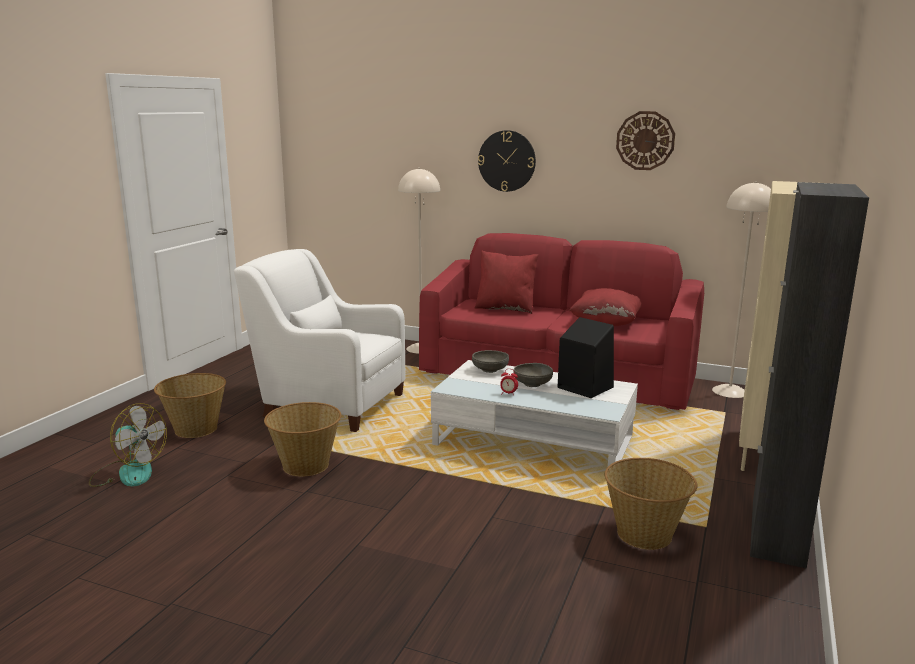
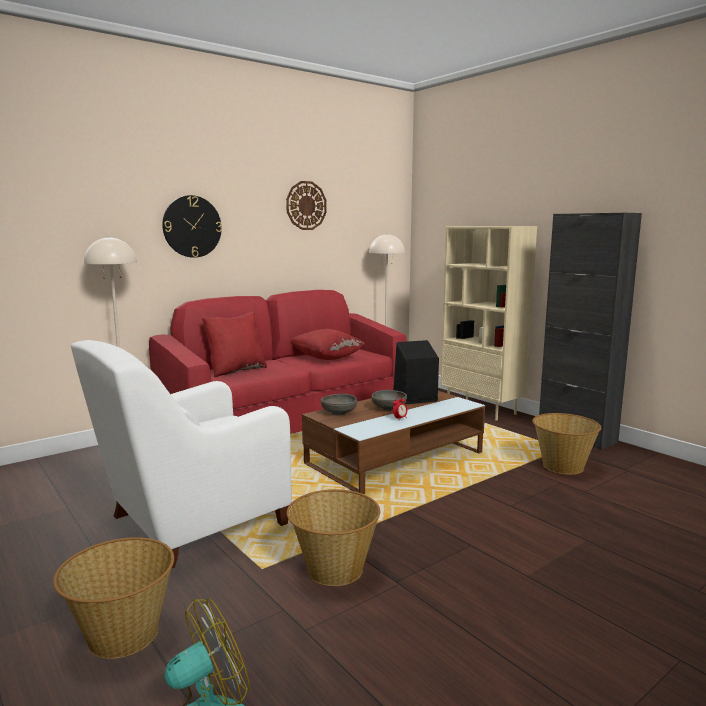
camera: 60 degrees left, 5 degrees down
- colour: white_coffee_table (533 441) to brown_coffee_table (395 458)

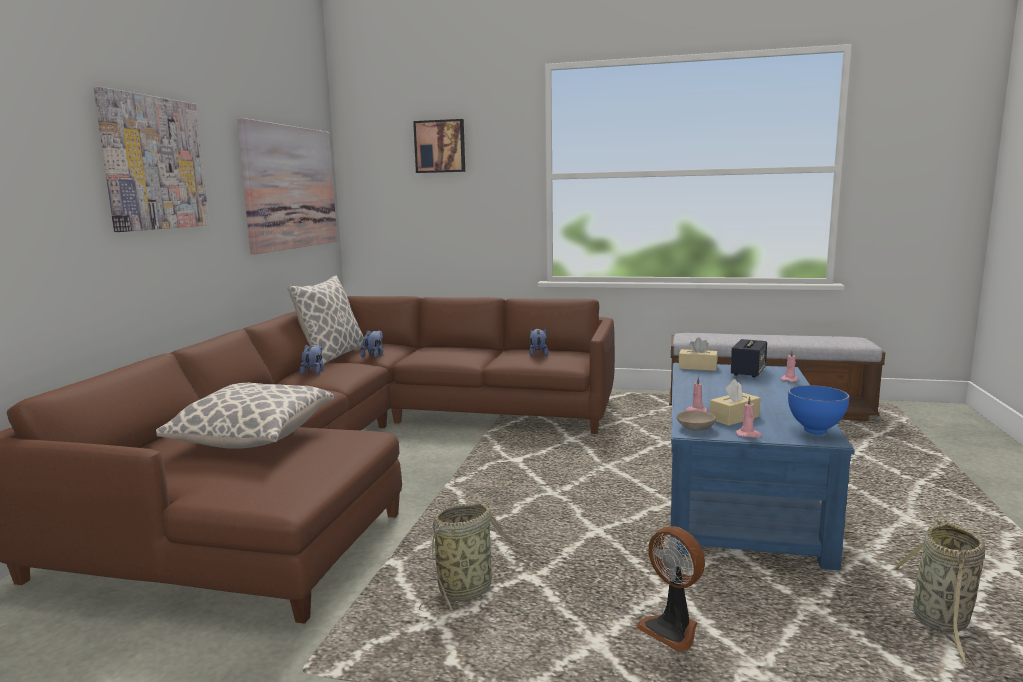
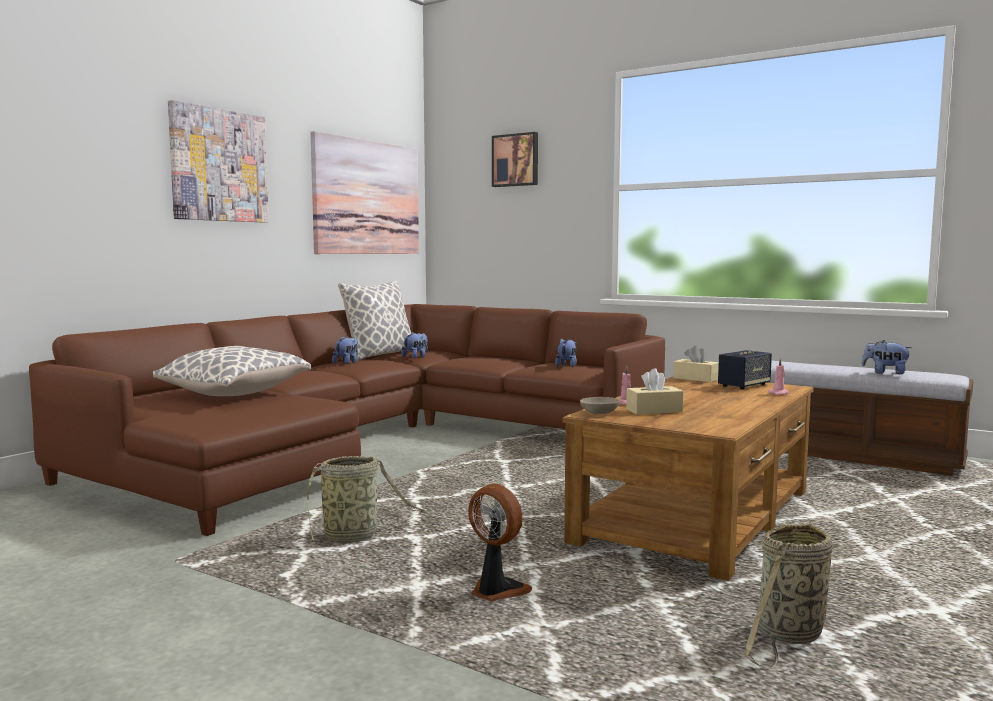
camera: 20 degrees right, 5 degrees down
- colour: blue_coffee_table (740 498) to brown_coffee_table (698 516)
- missing: blue_bowl (816 432)
- missing: pink_candle (748 435)
- spun: fan (672 630) = (496 591) 150 degrees clockwise
- appeared: plush_toy (885 373)

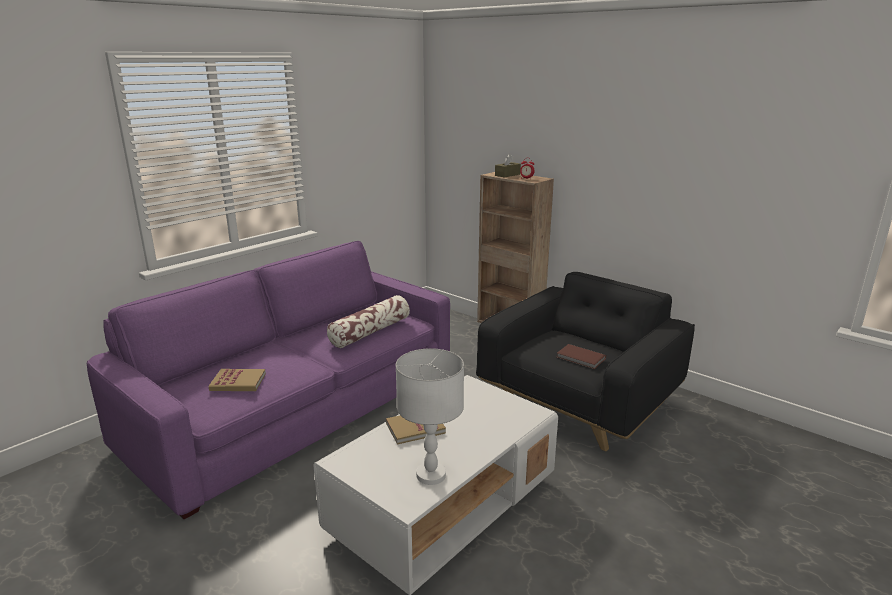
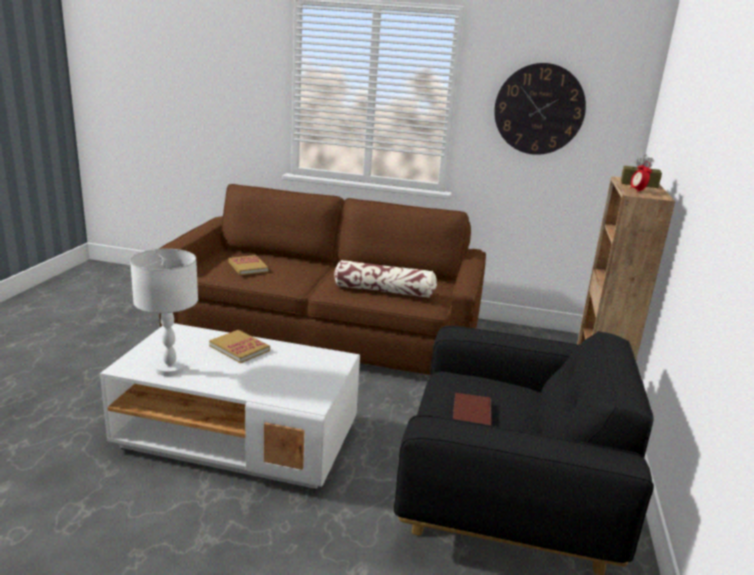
camera: 60 degrees right, 0 degrees up
- colour: purple_sofa (296 409) to brown_sofa (326 332)
- appeared: wall_clock (539 109)

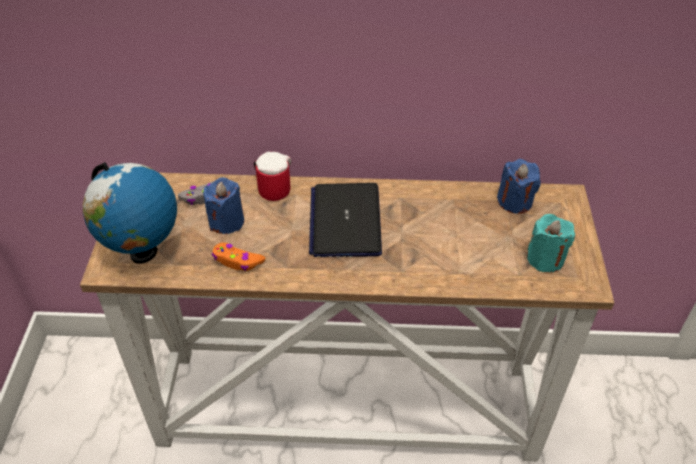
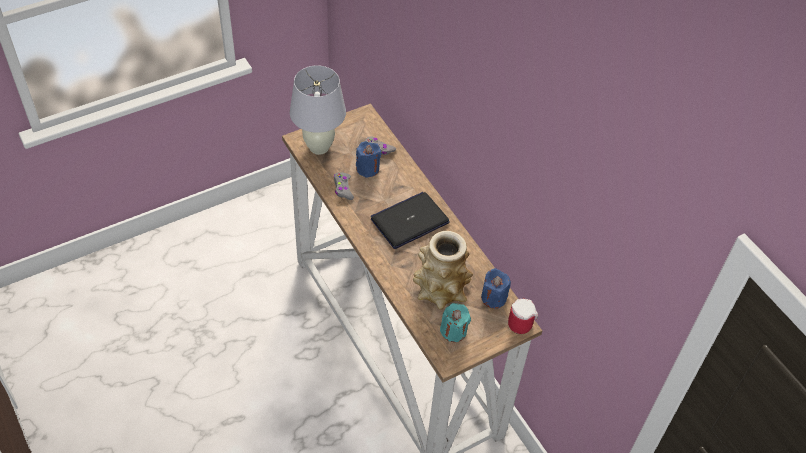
camera: 55 degrees right, 5 degrees up
- relocated: mug (272 188) to (521 321)
- exchanged: globe (143 253) to white_table_lamp (319 147)
- colour: orange_game_controller (237 261) to grey_game_controller (343 188)
- appeared: vase (440 289)

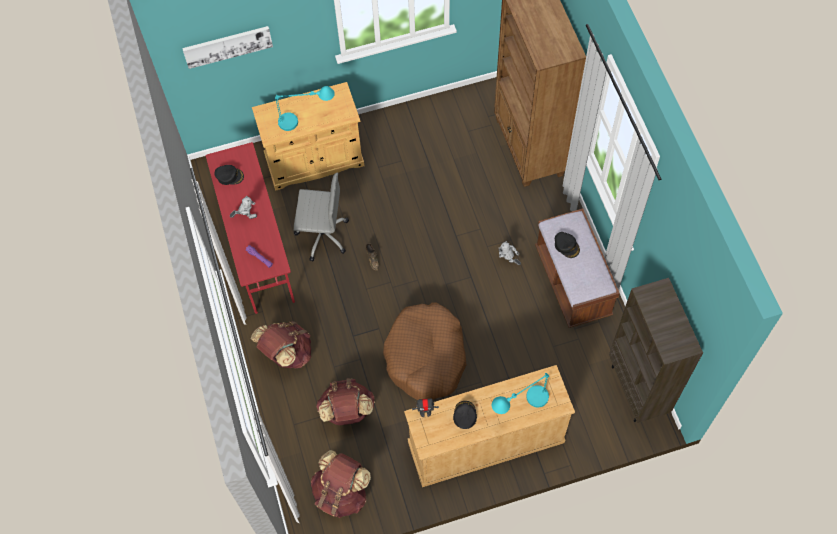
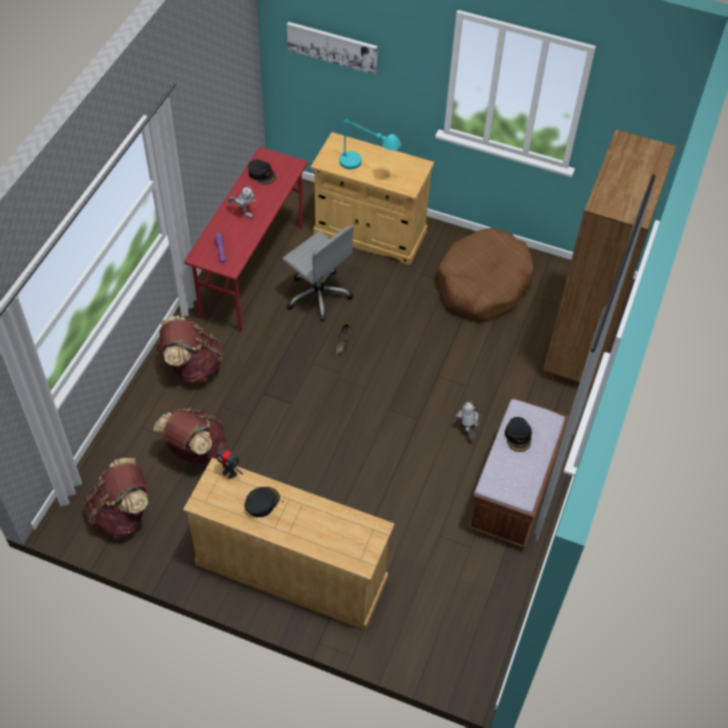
camera: 35 degrees right, 10 degrees down
- missing: brown_bookcase (637 390)
- relocated: brown_dog_bed (426 357) to (483 284)
- missing: turquoise_table_lamp (521 407)

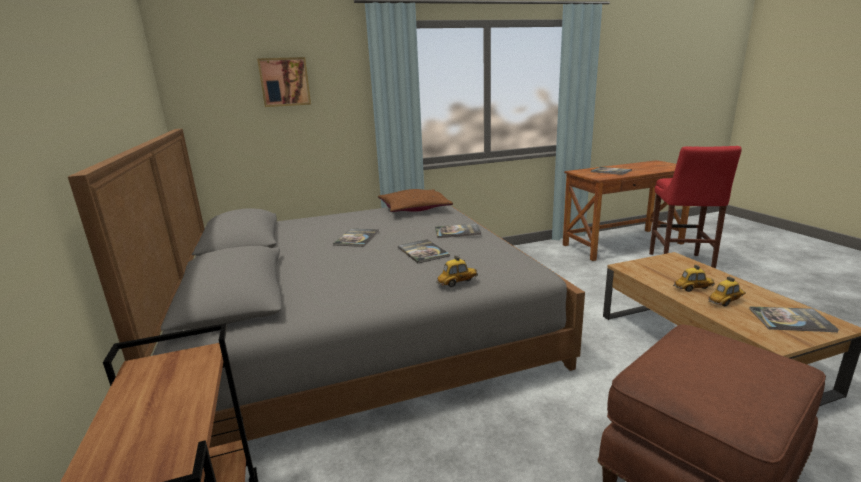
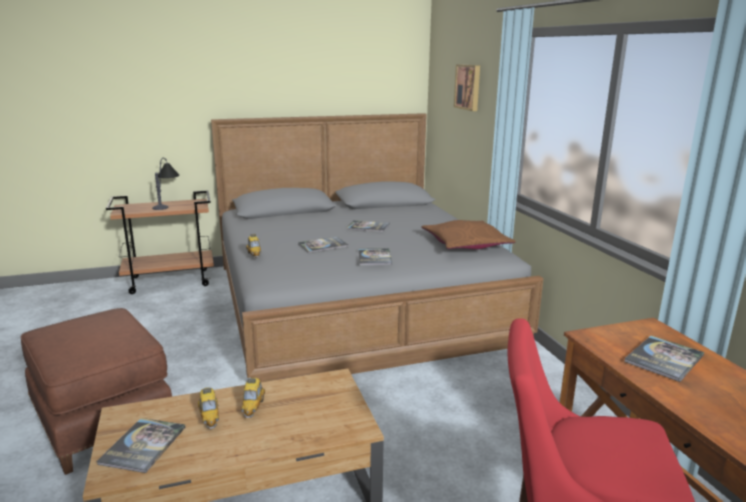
camera: 90 degrees right, 0 degrees up
- appeared: table_lamp (167 203)

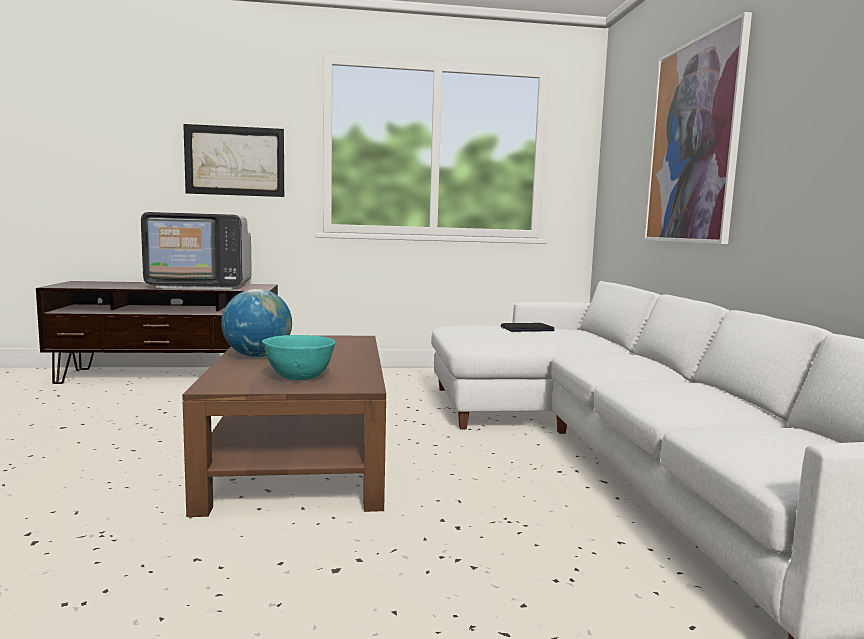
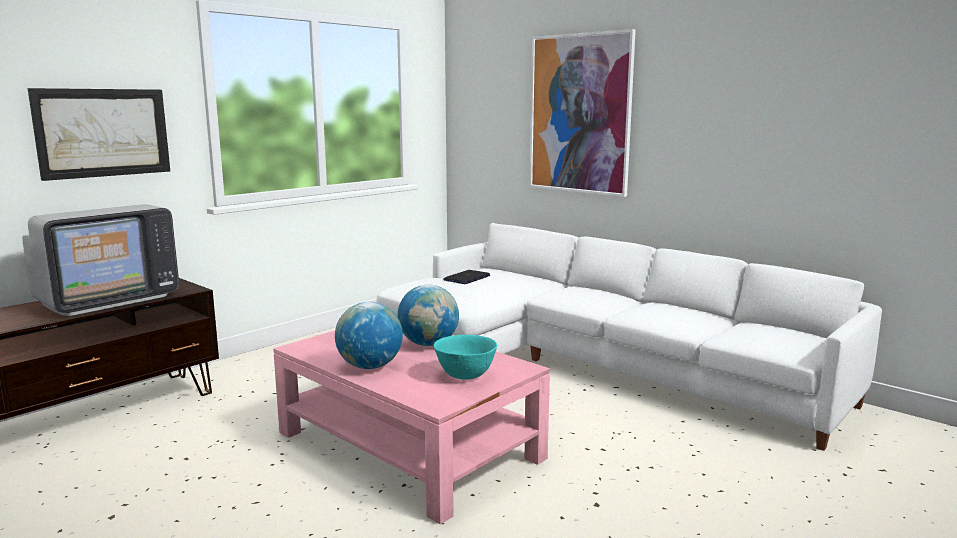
camera: 40 degrees left, 5 degrees up
- colour: brown_coffee_table (300 455) to pink_coffee_table (409 445)
- appeared: globe (428 344)

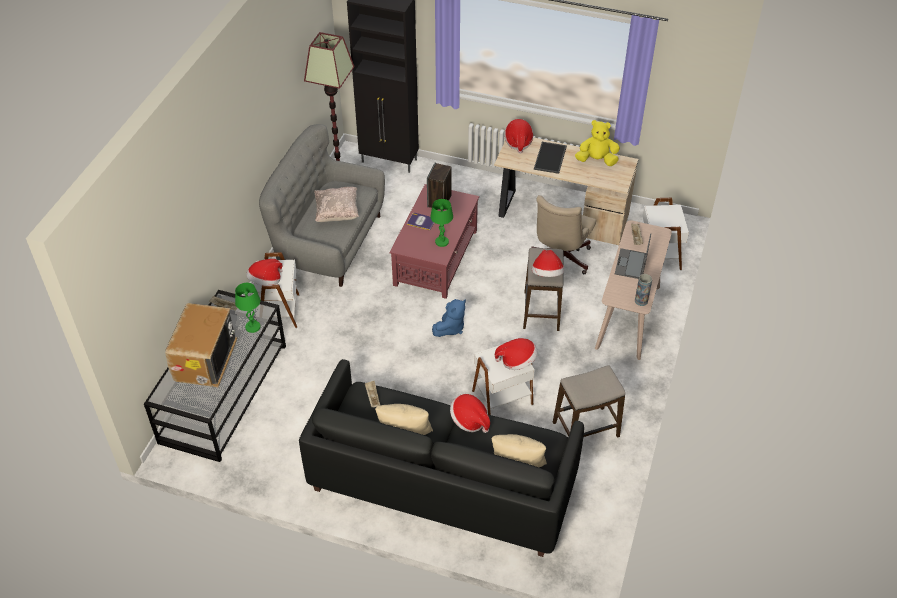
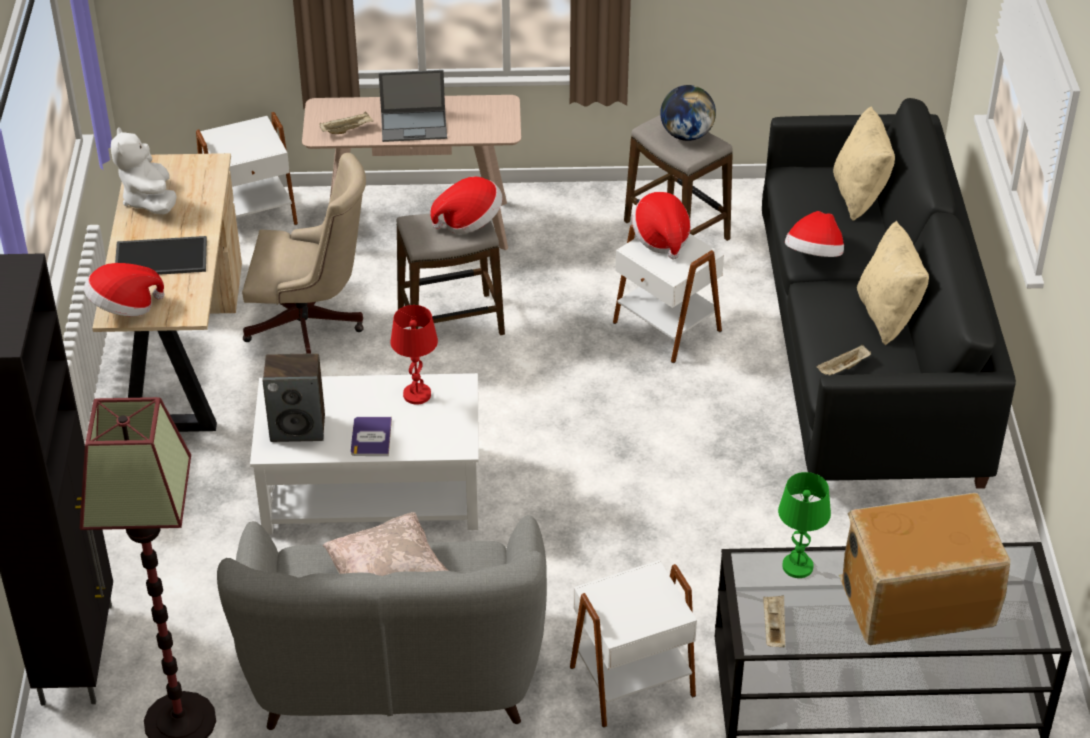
camera: 110 degrees left, 5 degrees down
- colour: yellow_plush_toy (596 160) to white_plush_toy (149 200)
- colour: red_coffee_table (436 257) to white_coffee_table (371 489)
- colour: green_table_lamp (442 242) to red_table_lamp (417 394)
- missing: hat (266 281)
- missing: vase (641 301)
- missing: blue_plush_toy (450 328)
- appeared: globe (686 135)

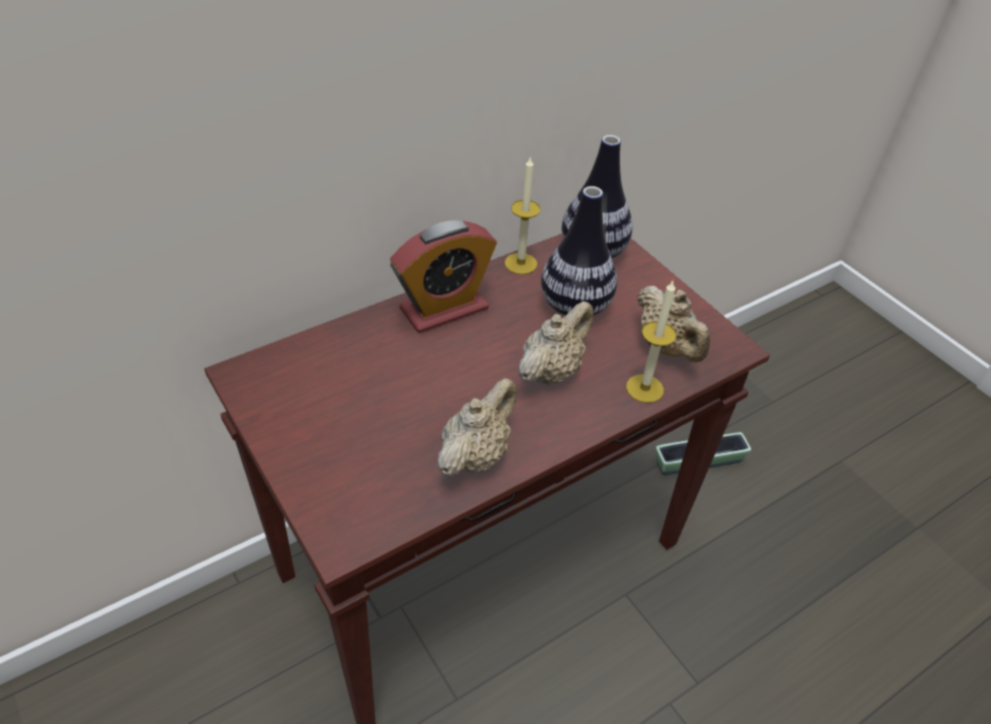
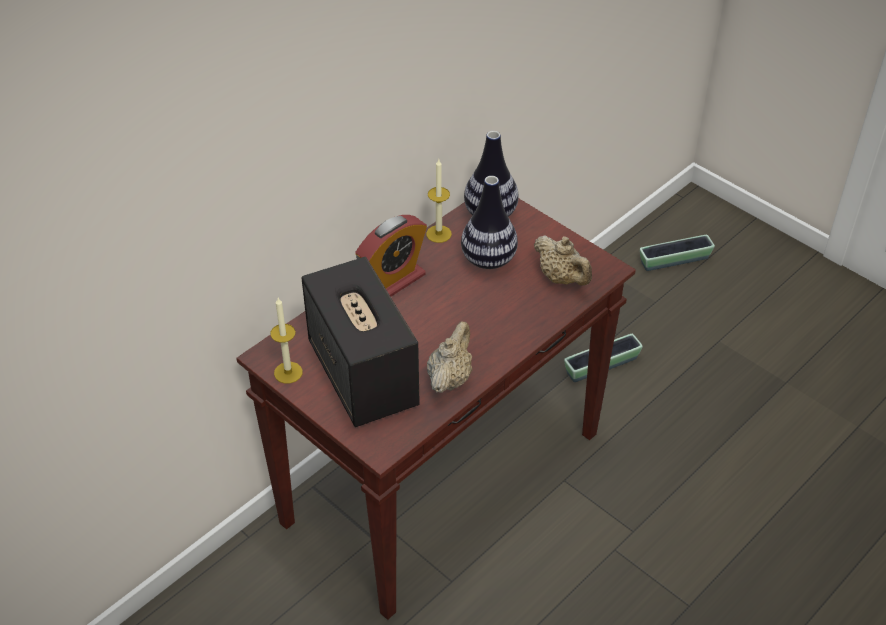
camera: 10 degrees left, 0 degrees up
- relocated: candle (644 388) to (288 372)
- missing: beige_teapot (551 371)
- appeared: planter (674 260)
- appeared: speaker (364 375)

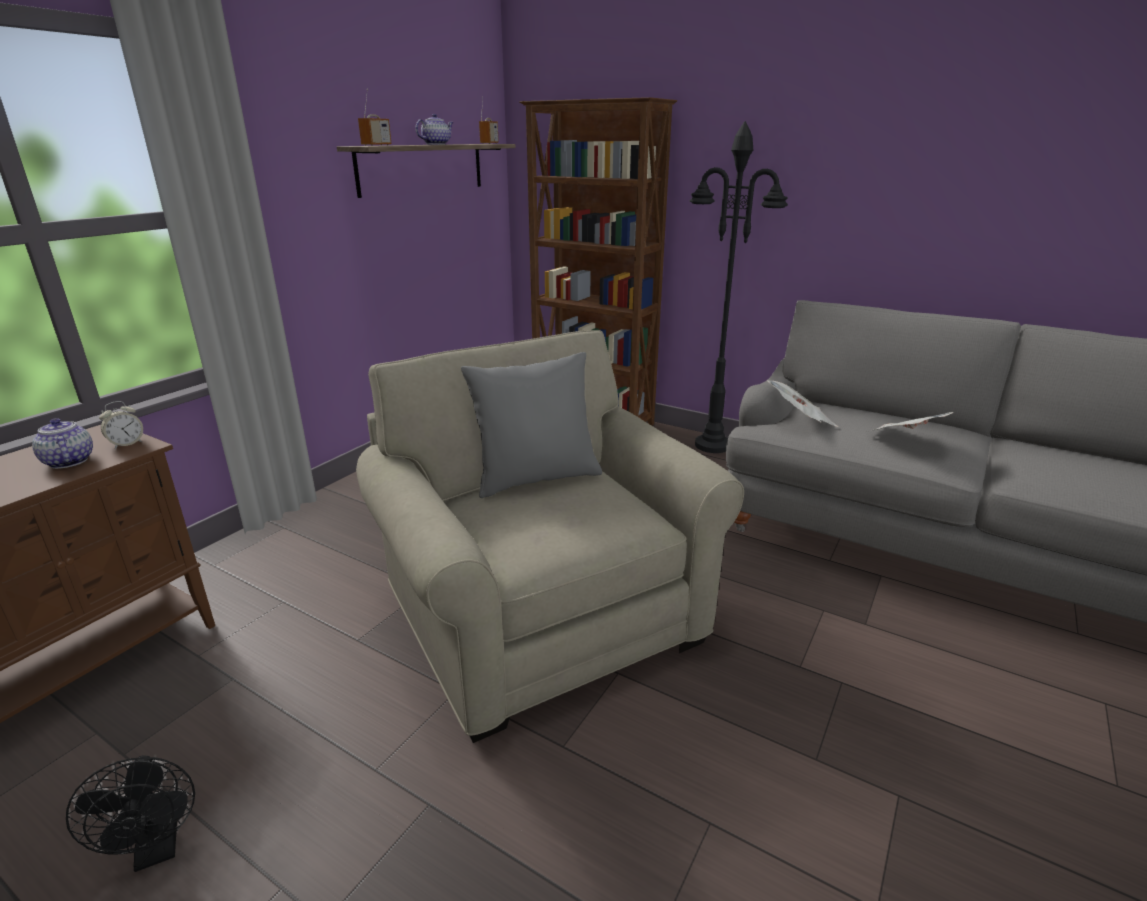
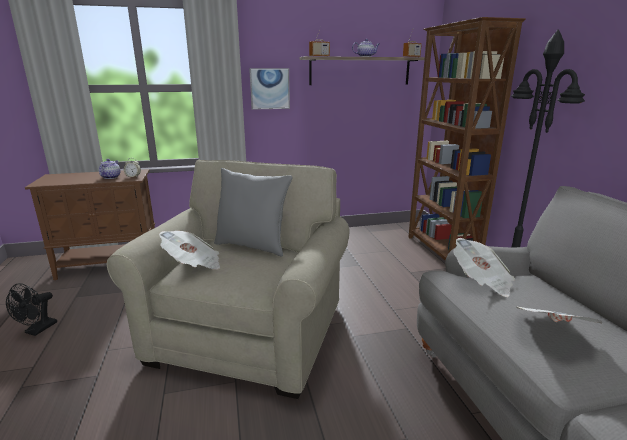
camera: 45 degrees right, 5 degrees down
- appeared: picture (269 88)
- appeared: newspaper (193 264)

